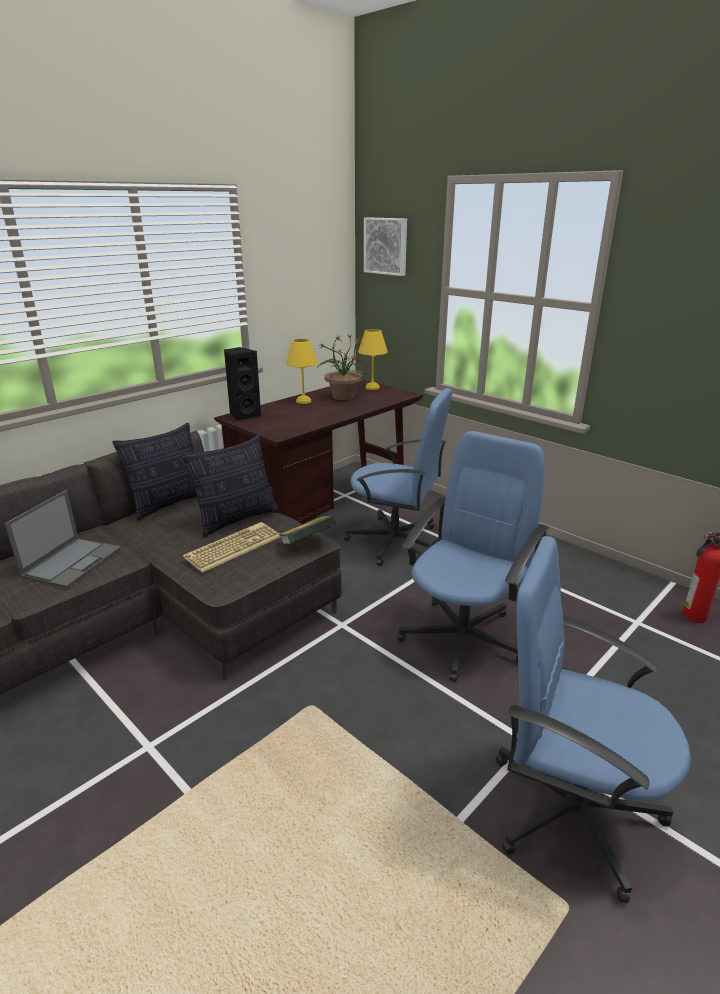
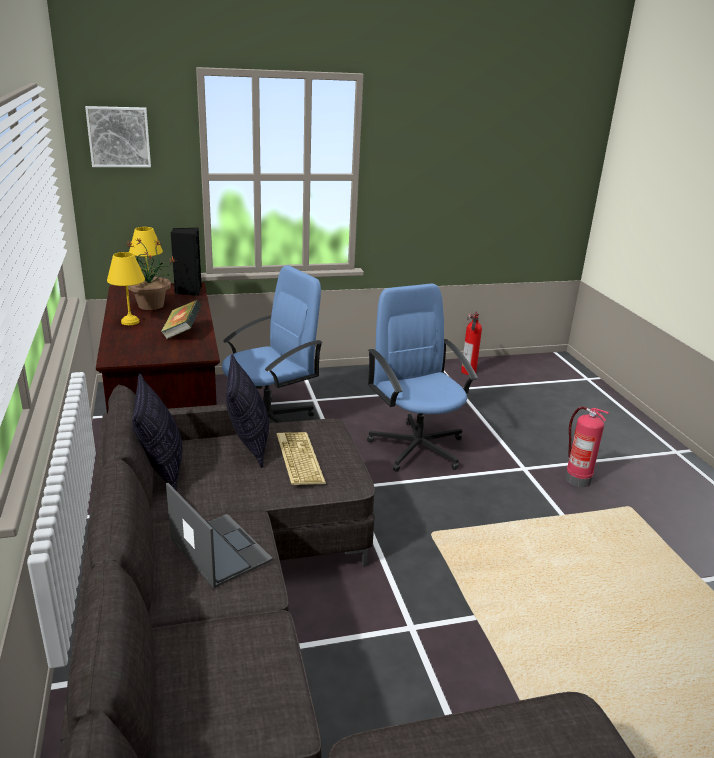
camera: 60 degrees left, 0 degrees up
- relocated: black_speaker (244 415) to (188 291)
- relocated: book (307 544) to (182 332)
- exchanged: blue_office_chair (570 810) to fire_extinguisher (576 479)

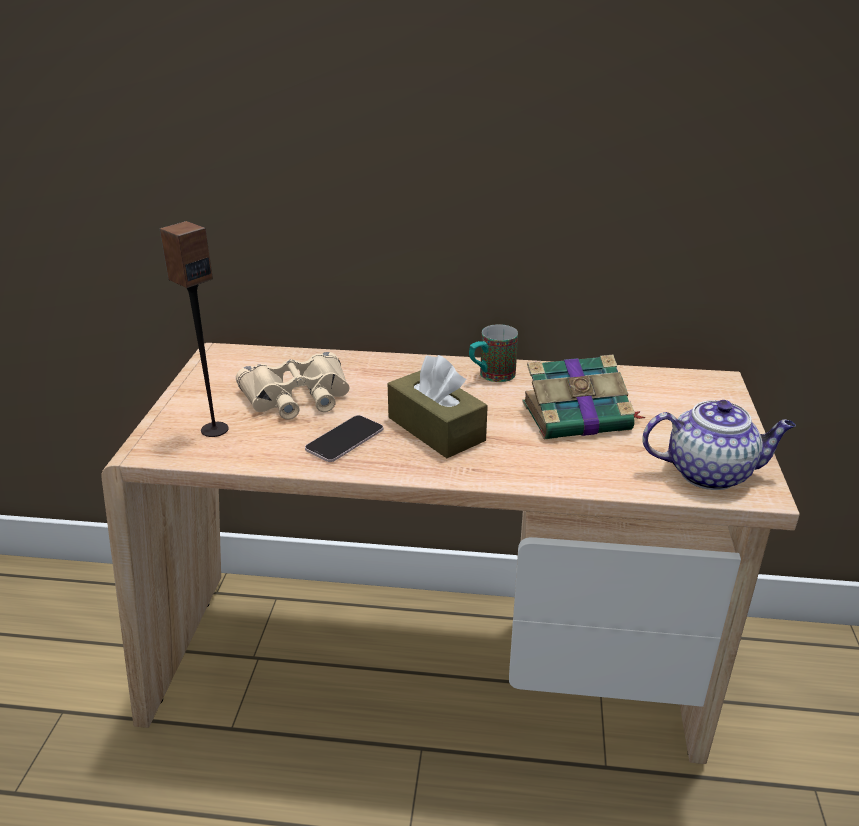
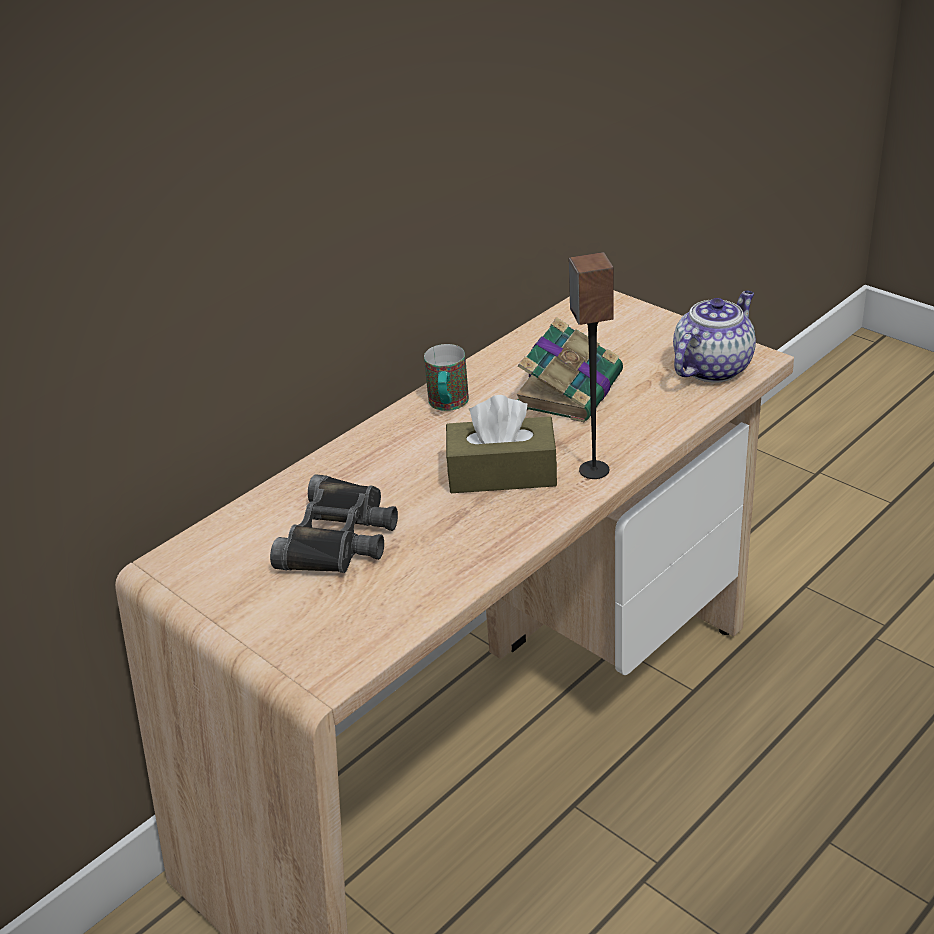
camera: 50 degrees left, 5 degrees up
- relocated: speaker (214 429) to (593 470)
- colour: beige_binoculars (297 397) to black_binoculars (340 537)
- missing: phone (345 439)

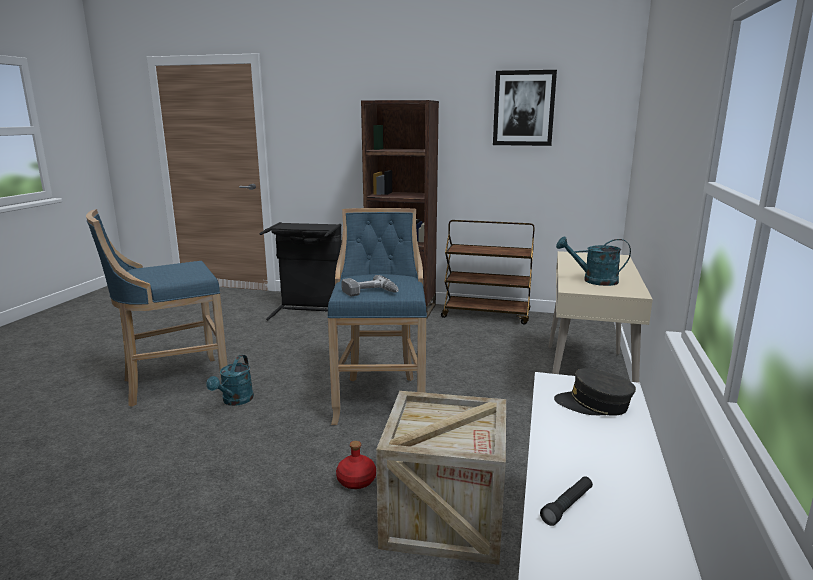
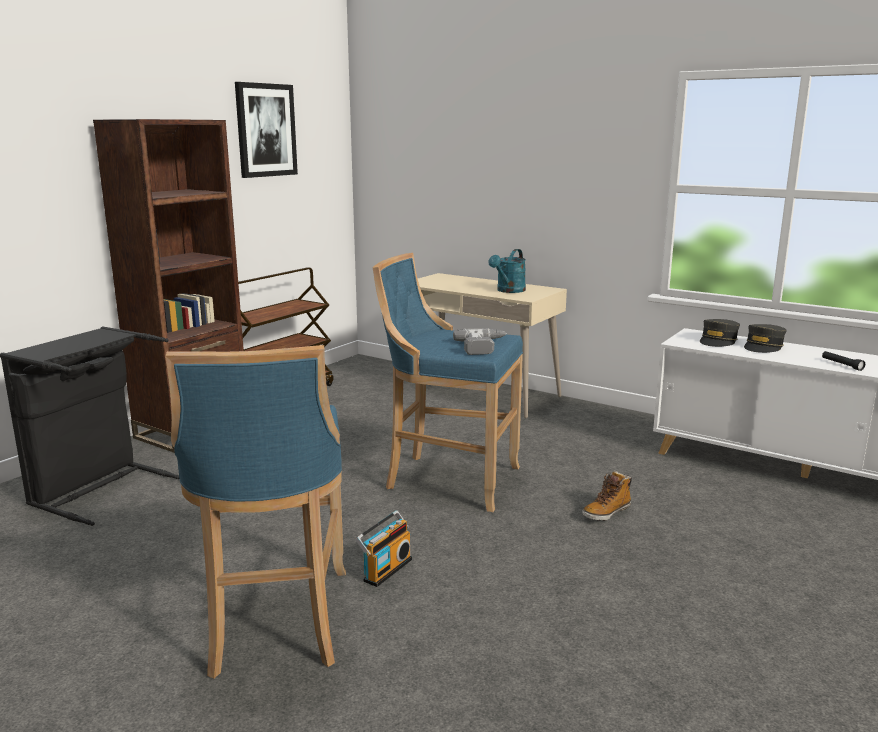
camera: 70 degrees left, 0 degrees up
- exchanged: turquoise_watering_can (235 401) to radio (385 569)
- missing: crate (444 516)
- exchanged: red_bottle (356 481) to boot (606 512)
- appeared: grey_cap (763 346)

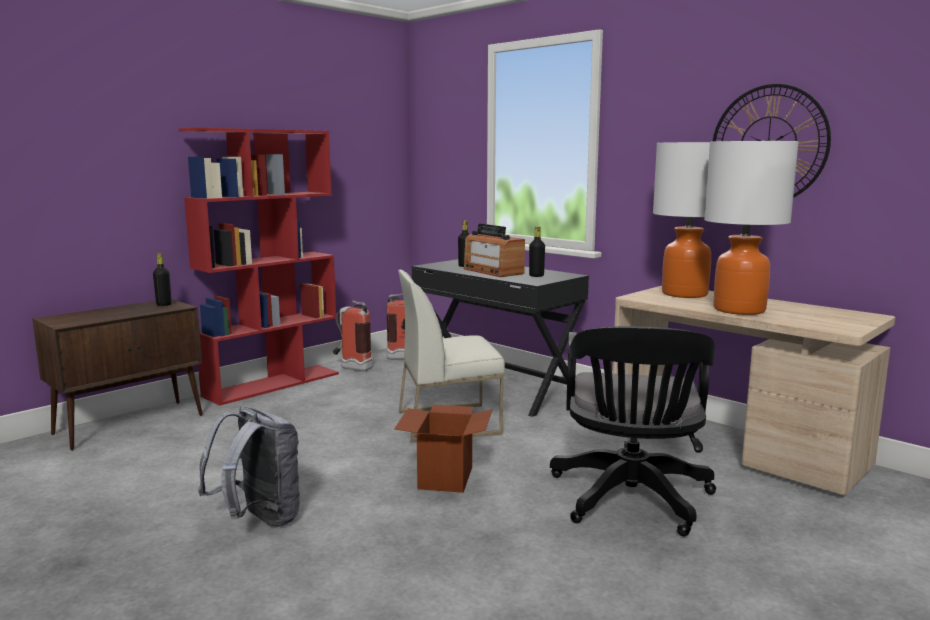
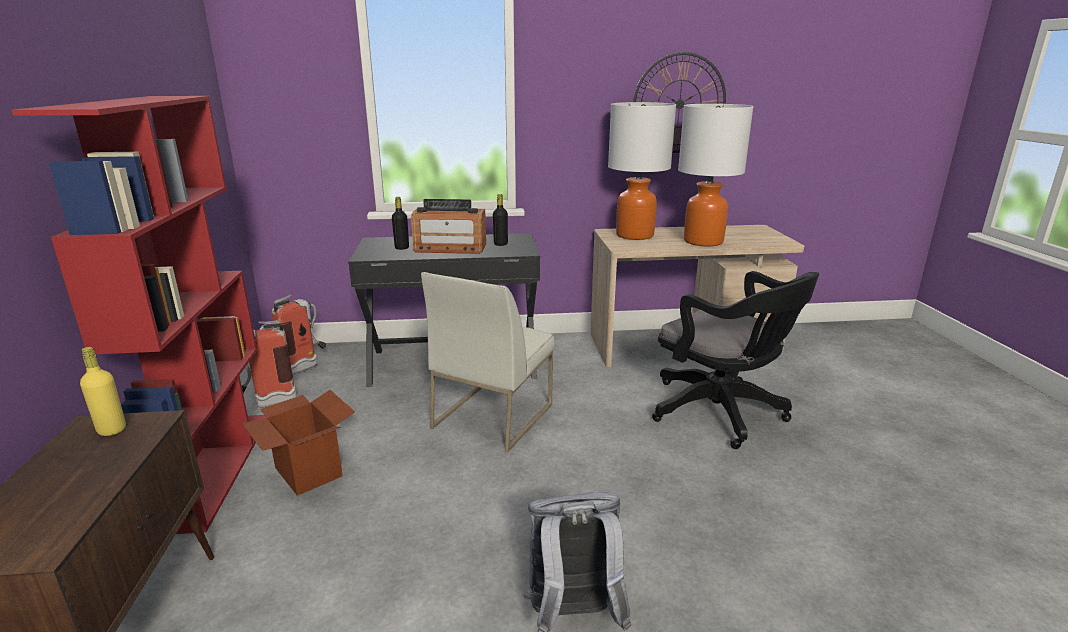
camera: 50 degrees left, 10 degrees up
- colour: black_bottle (164 305) to yellow_bottle (112 430)
- relocated: cardboard_box (445 478) to (308 472)

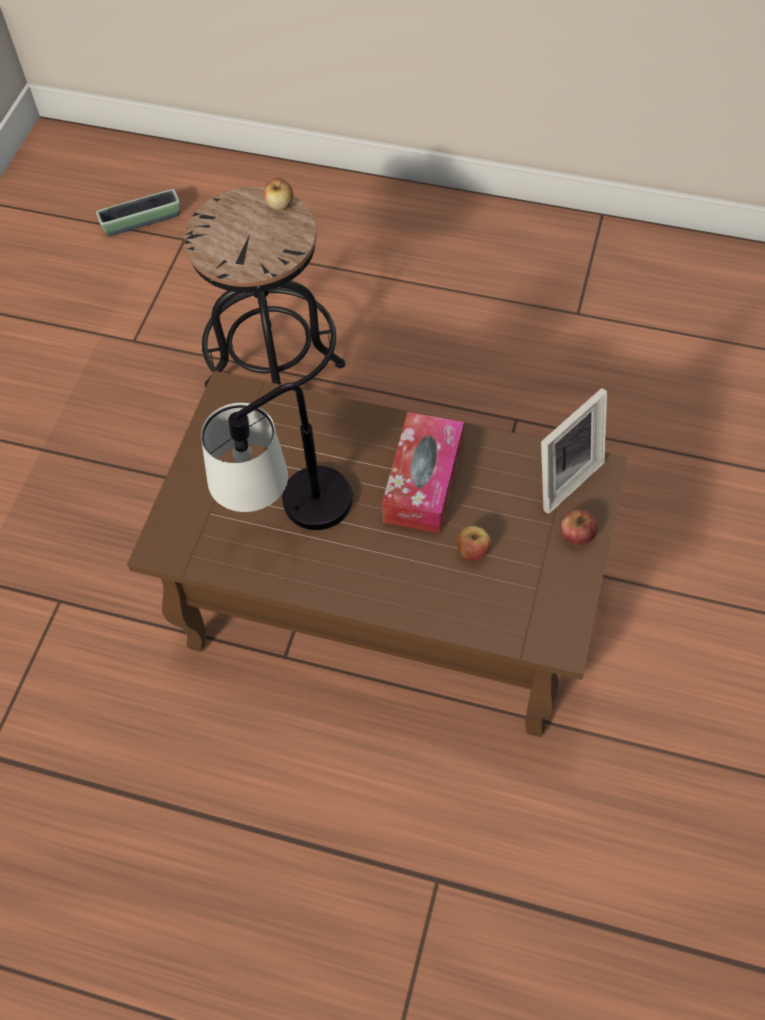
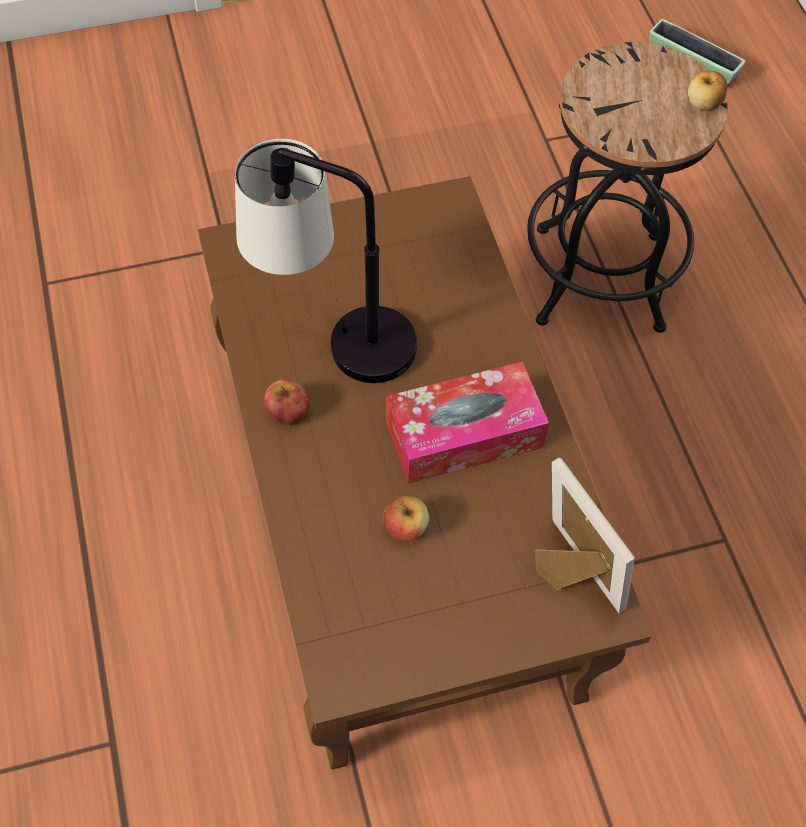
camera: 55 degrees right, 0 degrees up
- spun: picture_frame (561 477) = (570 574) 135 degrees counterclockwise
- relocated: apple (576 534) to (287 410)

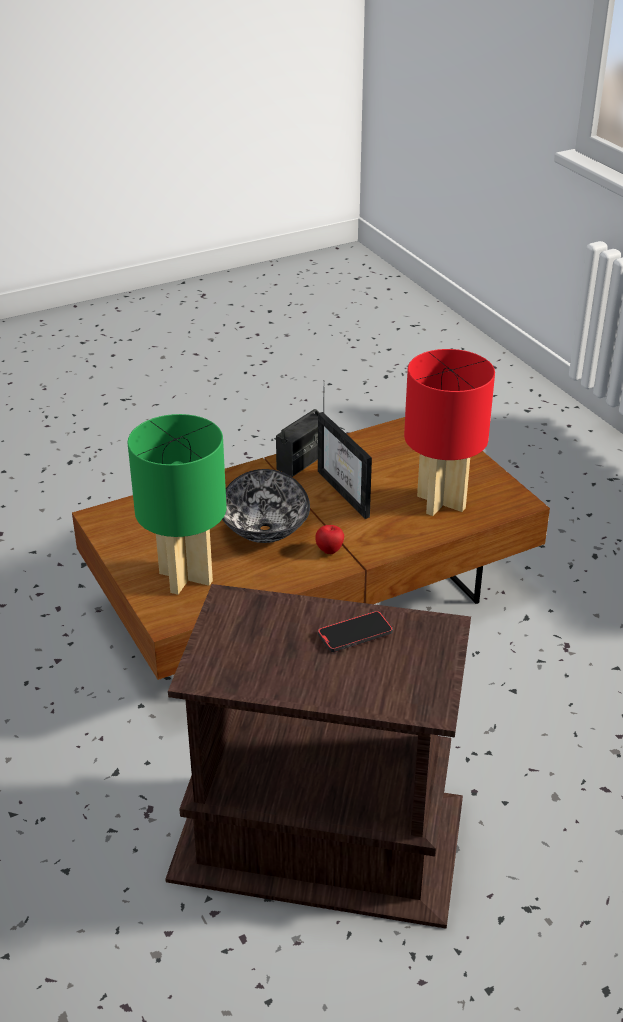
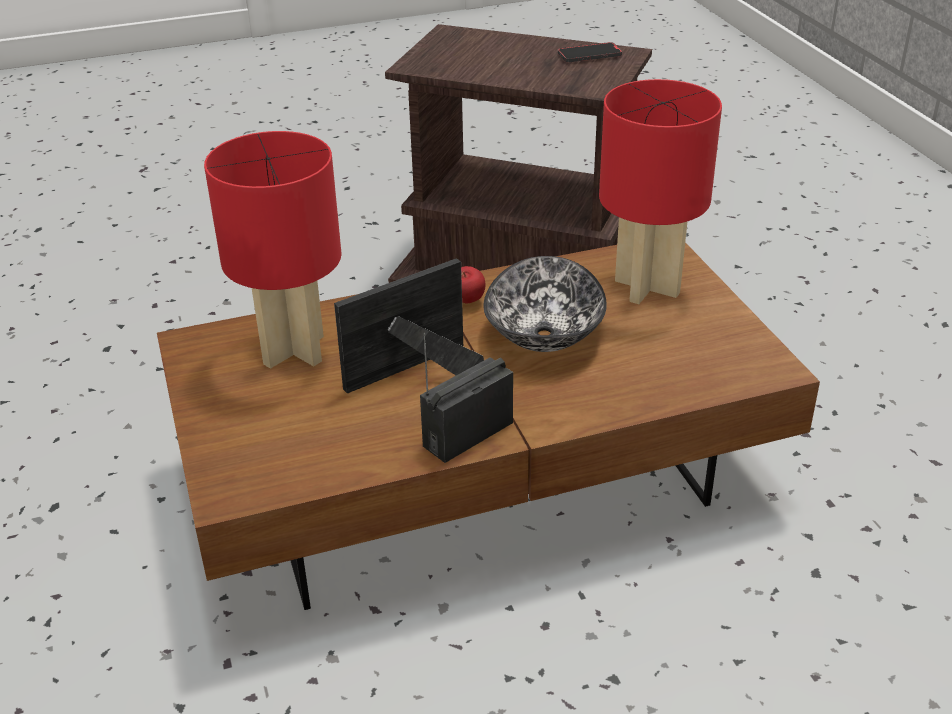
camera: 170 degrees left, 0 degrees up
- spun: picture_frame (352 492) = (409 375) 105 degrees counterclockwise
- colour: green_table_lamp (185 576) to red_table_lamp (647 288)
- relocated: phone (355 634) to (589 55)

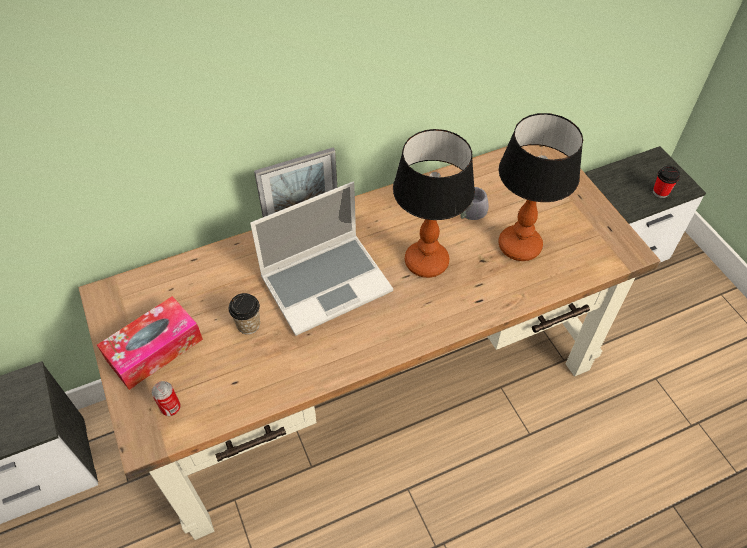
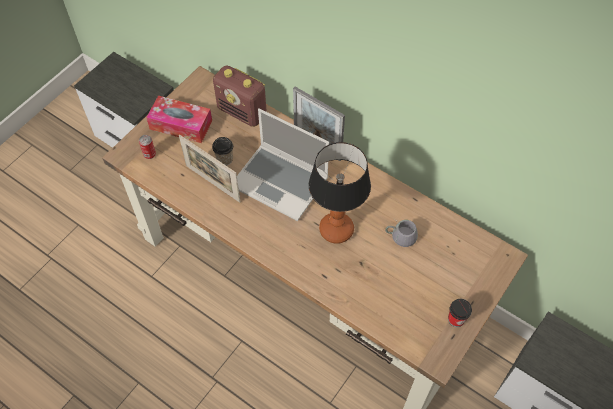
camera: 60 degrees right, 5 degrees up
- missing: table_lamp (520 245)
- relocated: cup (660 192) to (456 319)
- appeared: radio (242 112)
- appeared: picture_frame (213 183)

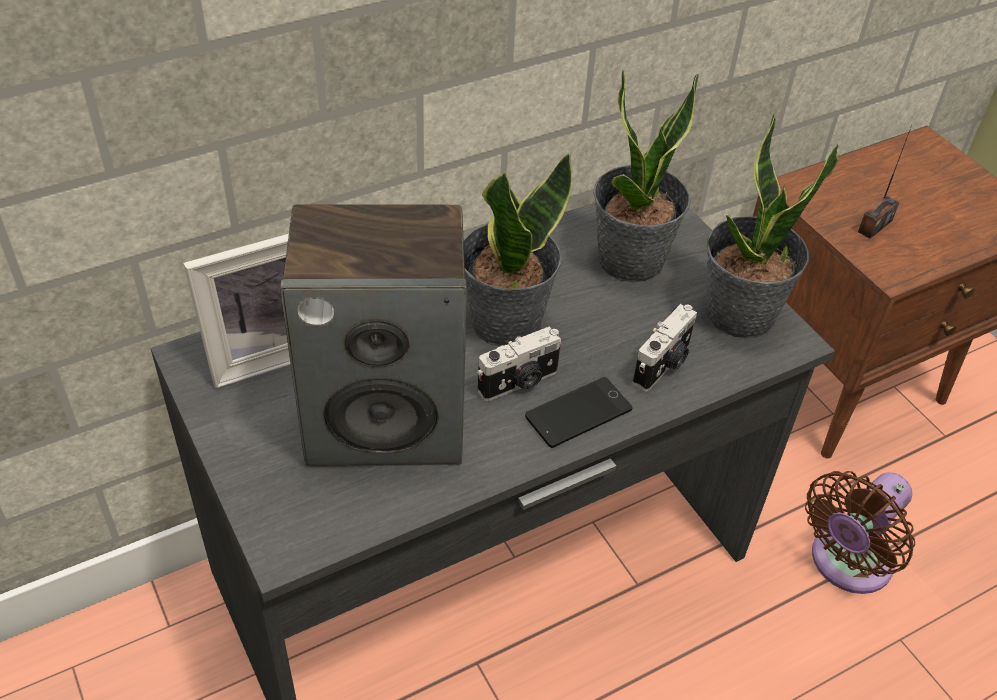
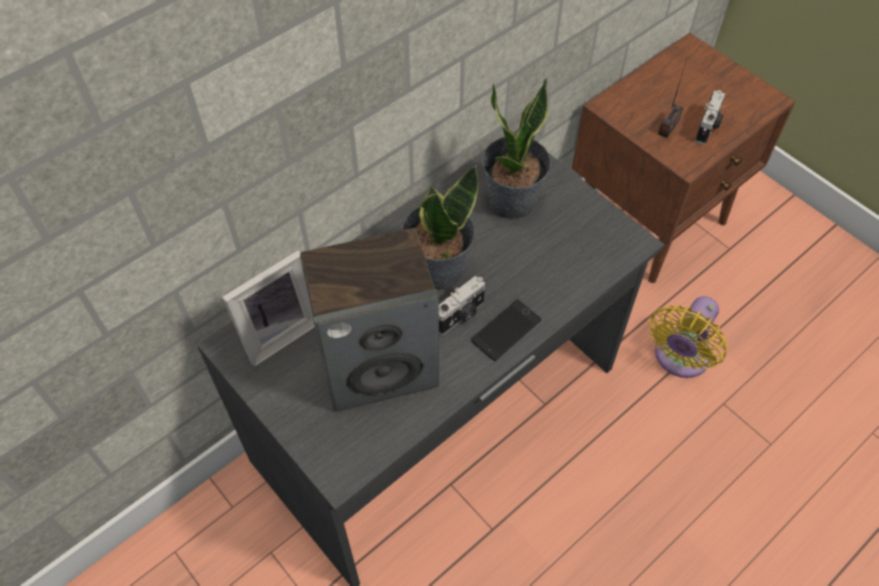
camera: 10 degrees left, 10 degrees up
- missing: potted_plant (739 314)
- relocated: photo_camera (663 365) to (708 128)
- colour: brown_fan (846 564) to yellow_fan (679 358)

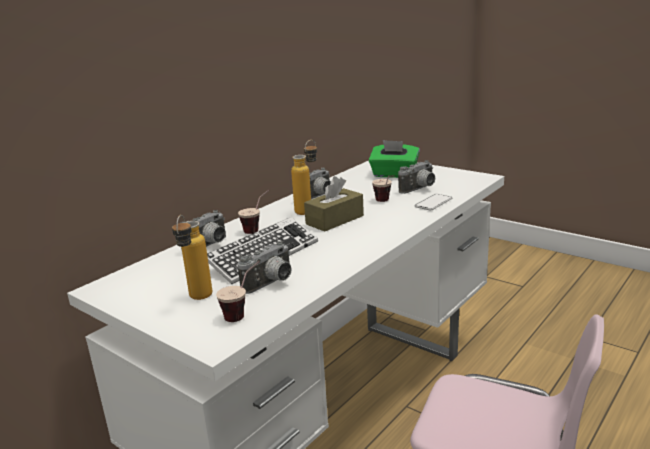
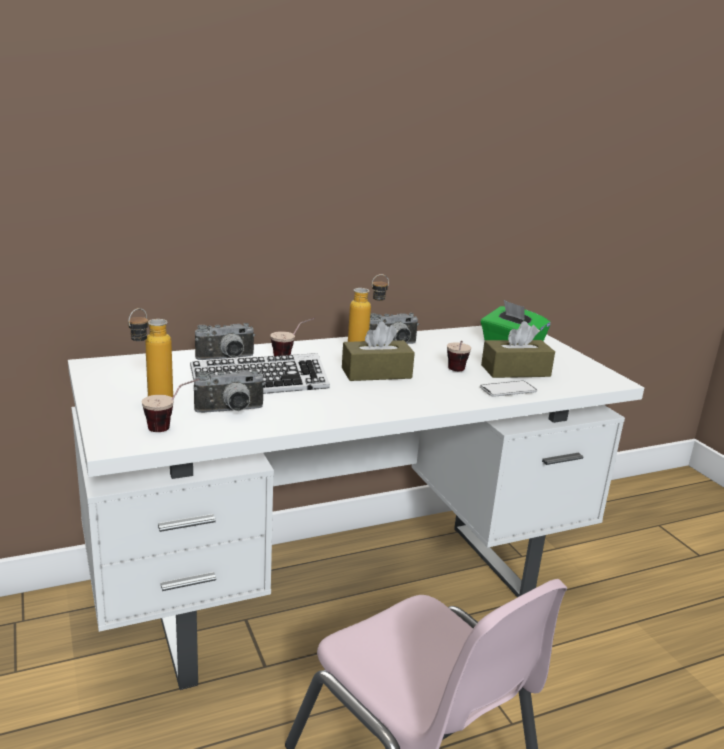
camera: 25 degrees right, 0 degrees up
- exchanged: photo_camera (419 189) to brown_tissue_box (515 371)

